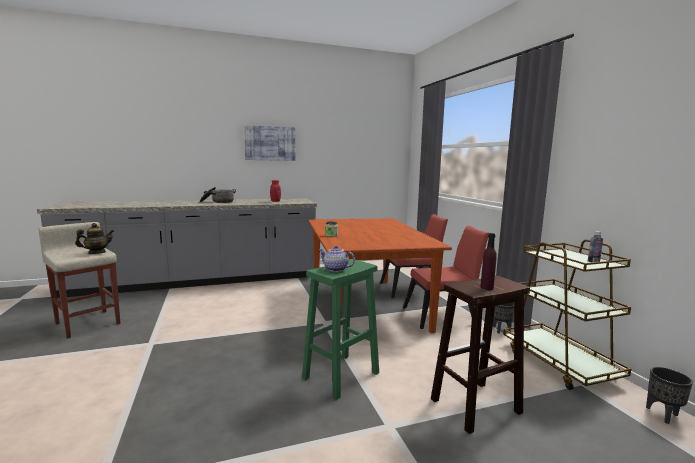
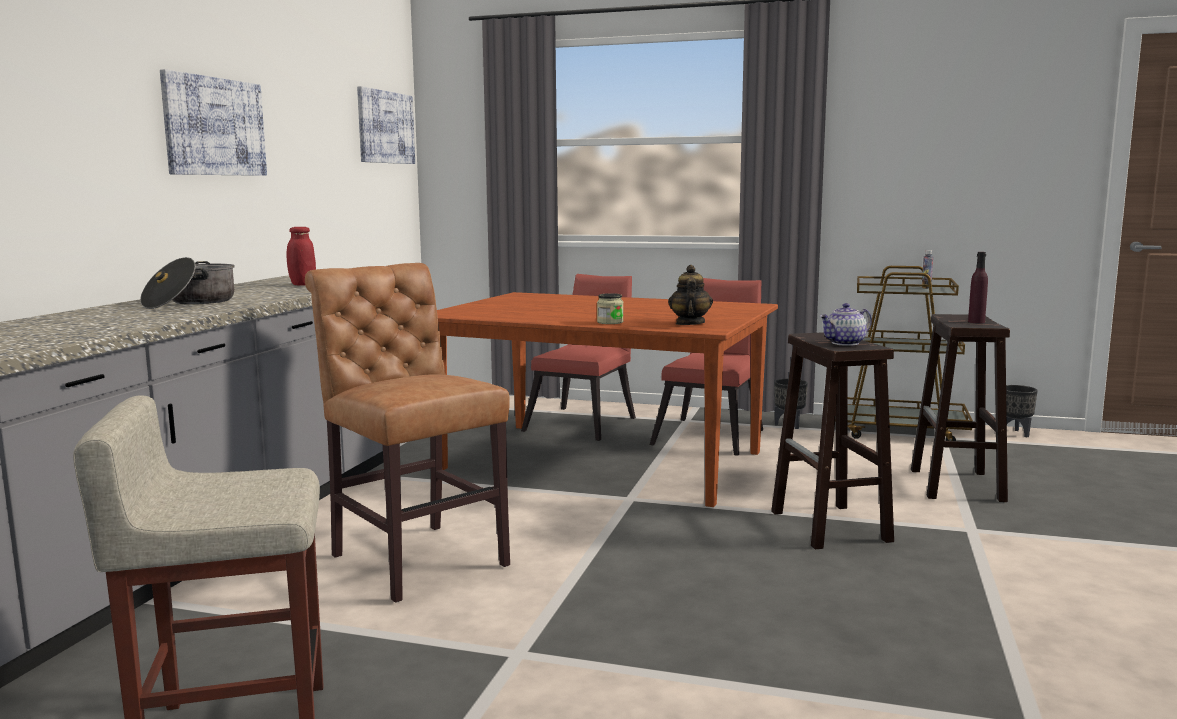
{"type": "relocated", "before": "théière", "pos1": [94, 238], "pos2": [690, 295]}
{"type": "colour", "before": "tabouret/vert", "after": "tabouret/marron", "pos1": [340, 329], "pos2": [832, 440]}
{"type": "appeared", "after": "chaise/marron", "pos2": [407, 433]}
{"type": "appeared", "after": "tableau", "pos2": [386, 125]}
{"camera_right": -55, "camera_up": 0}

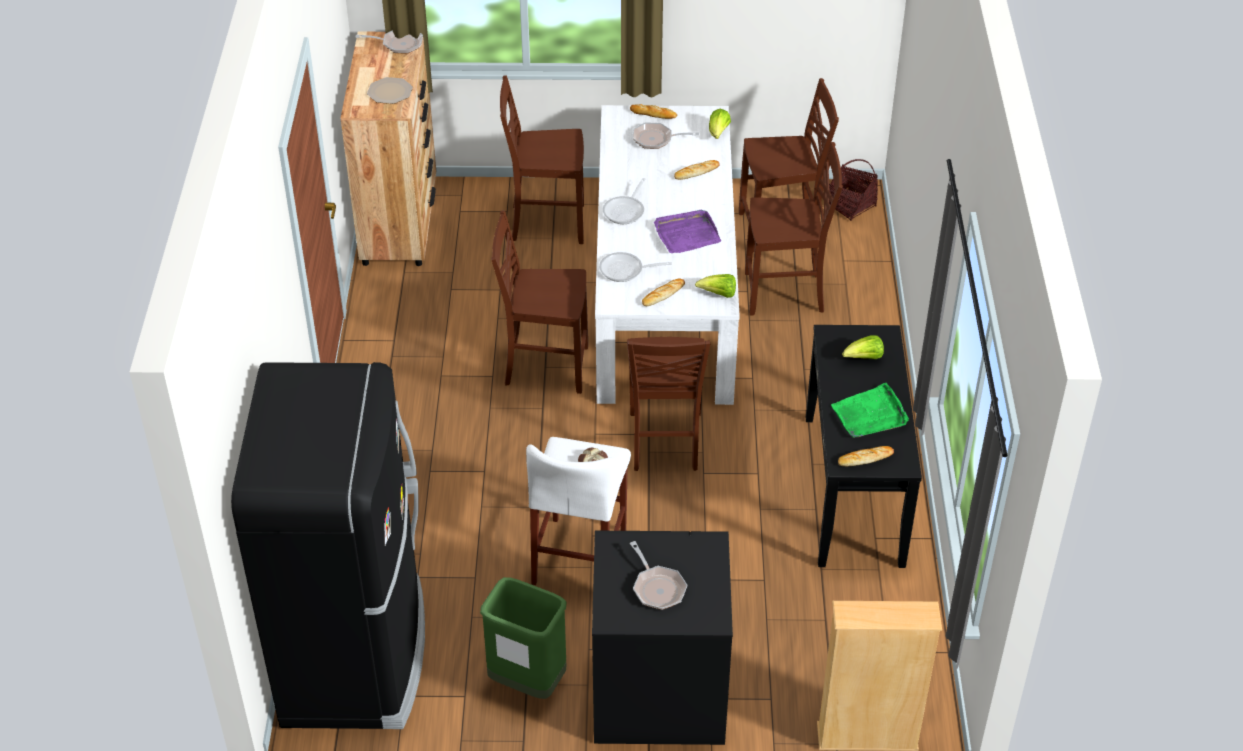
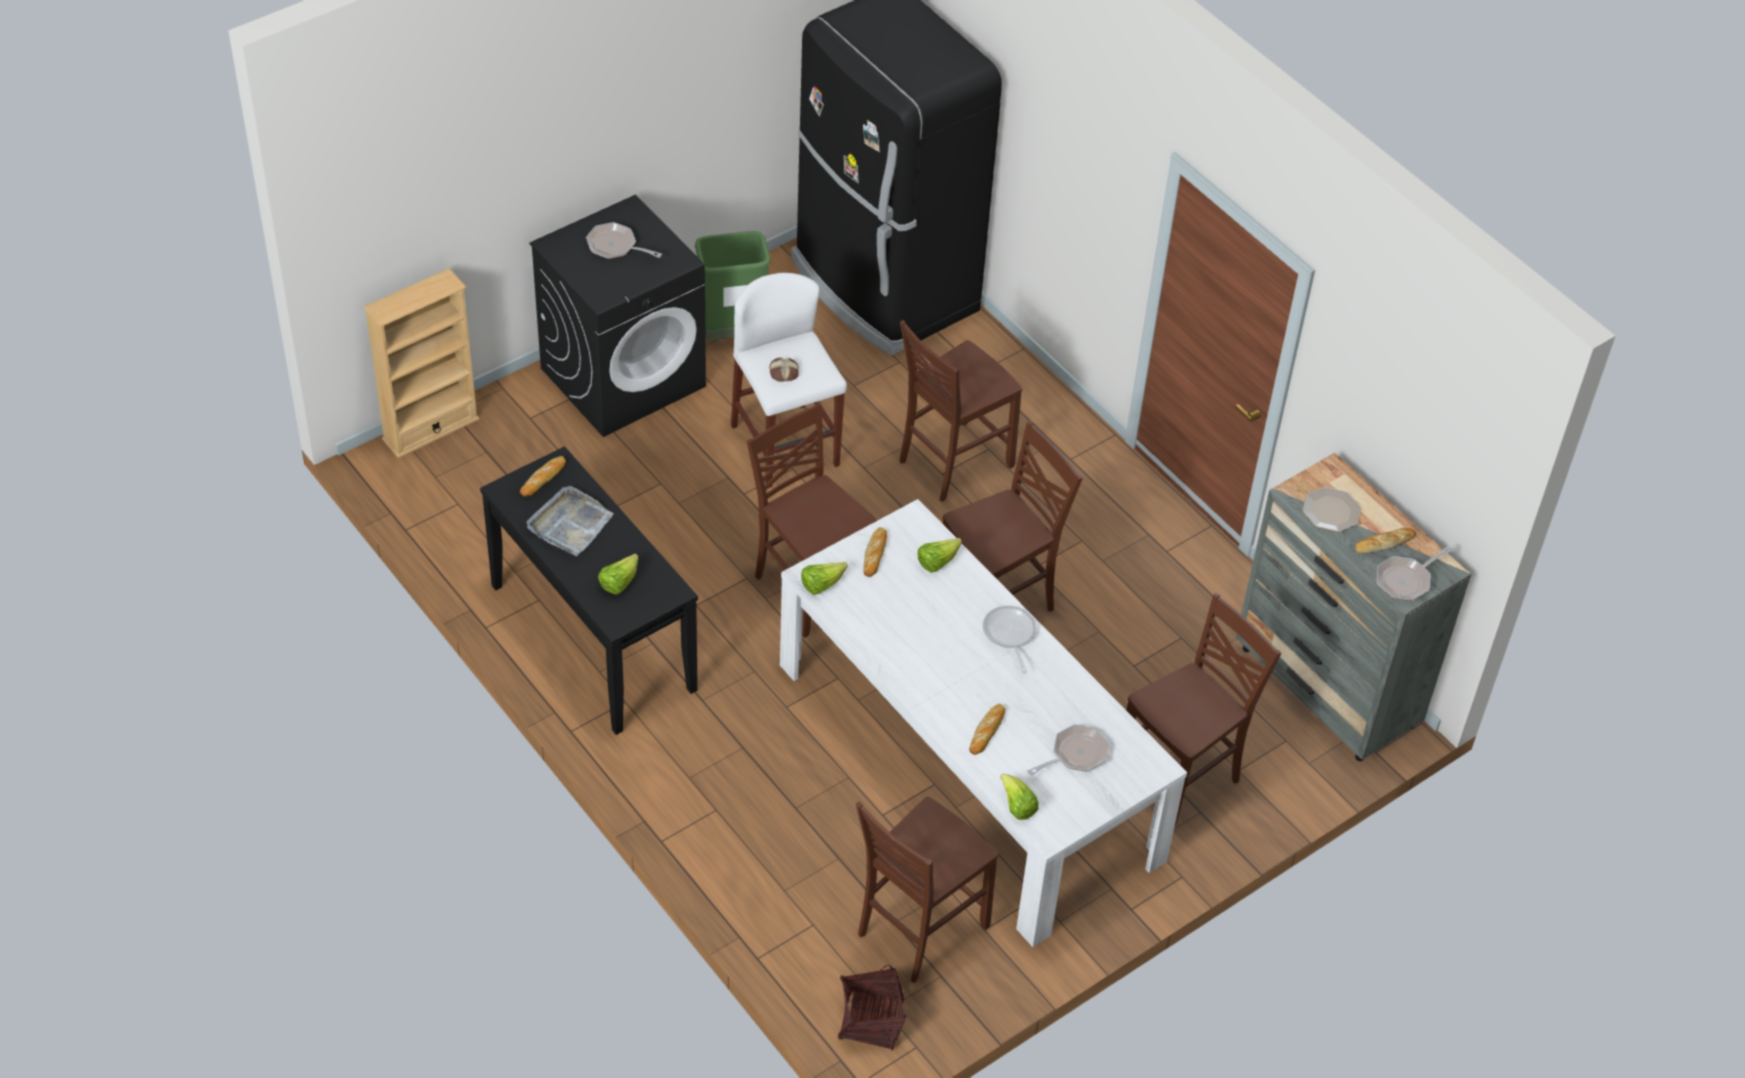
{"type": "colour", "before": "commode/marron", "after": "commode/gris", "pos1": [388, 149], "pos2": [1353, 607]}
{"type": "exchanged", "before": "poêle", "after": "laitue", "pos1": [635, 267], "pos2": [939, 555]}
{"type": "relocated", "before": "pain", "pos1": [653, 111], "pos2": [1385, 541]}
{"type": "missing", "before": "plateau/violet", "pos1": [687, 231]}
{"type": "relocated", "before": "chaise/marron", "pos1": [794, 229], "pos2": [960, 411]}
{"type": "colour", "before": "plateau/vert", "after": "plateau/gris", "pos1": [870, 410], "pos2": [570, 521]}
{"camera_right": 140, "camera_up": 5}

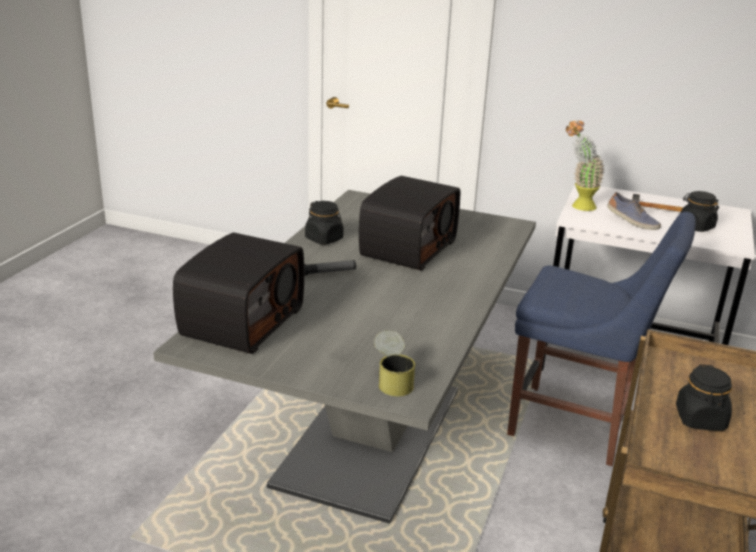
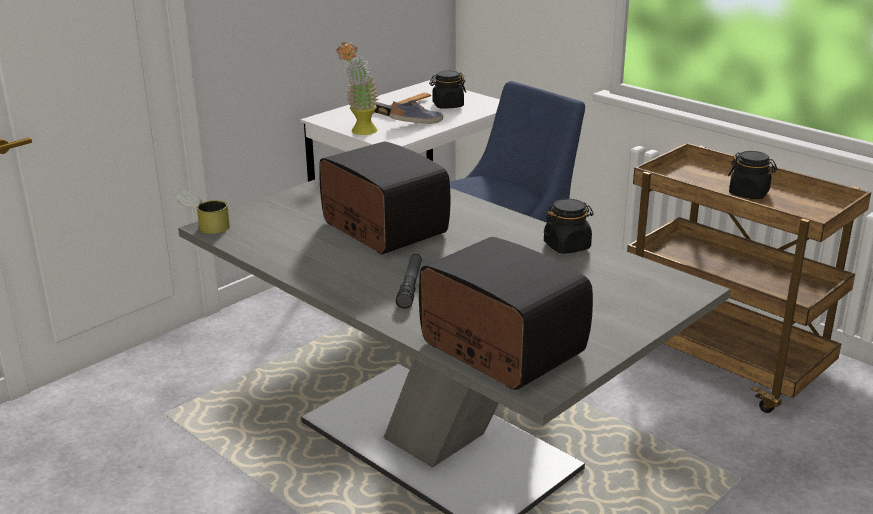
{"type": "relocated", "before": "bocal/noir", "pos1": [324, 223], "pos2": [569, 226]}
{"type": "relocated", "before": "boîte métallique", "pos1": [394, 363], "pos2": [203, 212]}
{"camera_right": -65, "camera_up": 0}

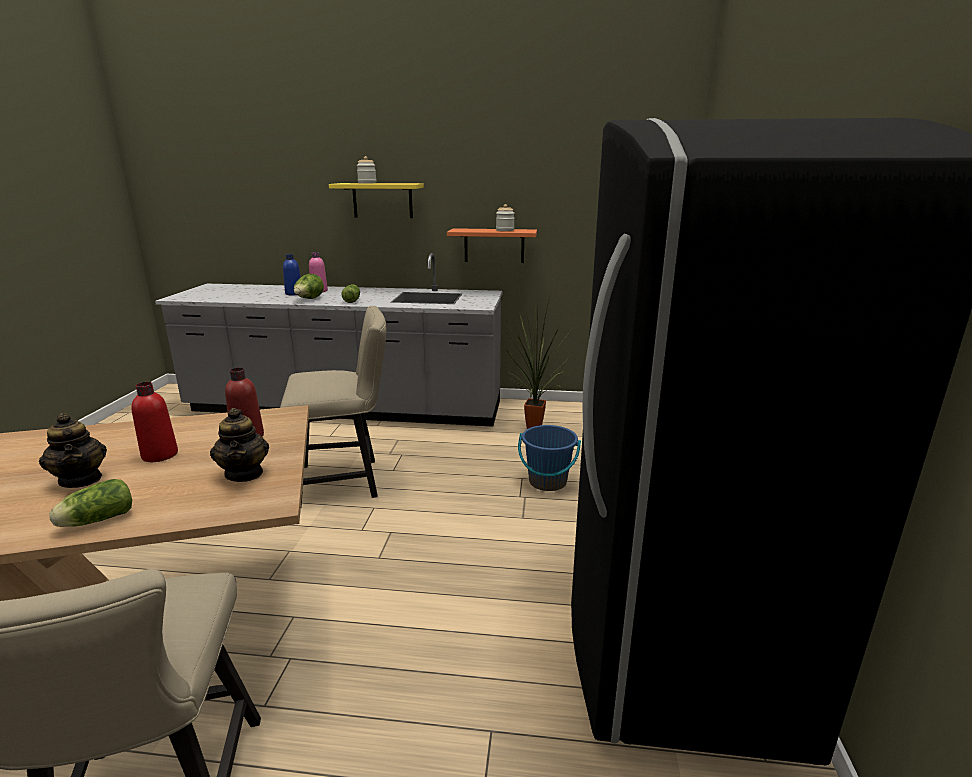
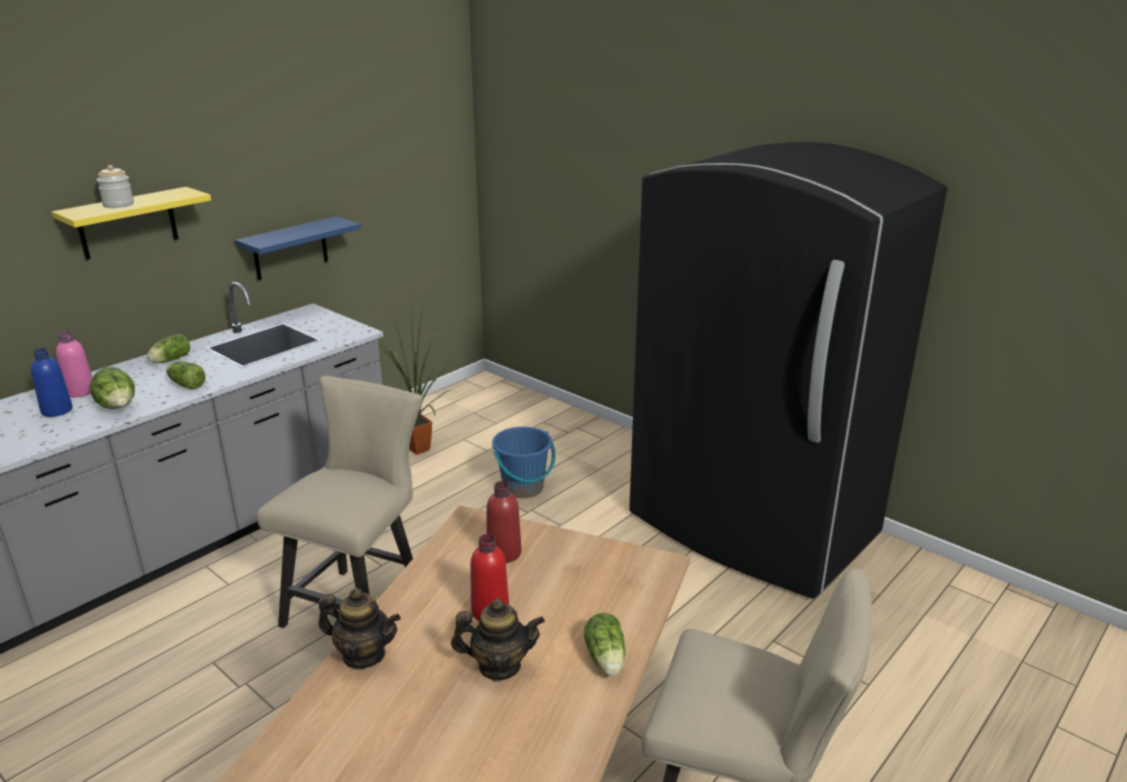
{"type": "relocated", "before": "théière", "pos1": [239, 445], "pos2": [359, 628]}
{"type": "colour", "before": "étagère/orange", "after": "étagère/bleu", "pos1": [492, 245], "pos2": [298, 248]}
{"type": "missing", "before": "bocal", "pos1": [505, 217]}
{"type": "appeared", "after": "laitue", "pos2": [168, 348]}
{"camera_right": -55, "camera_up": 5}

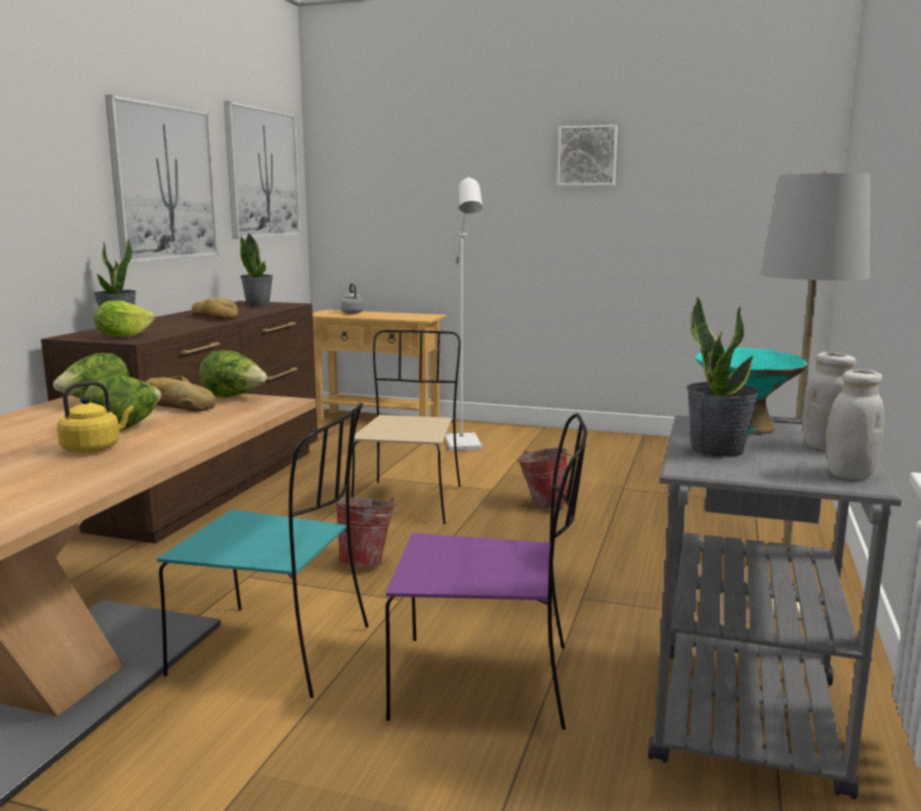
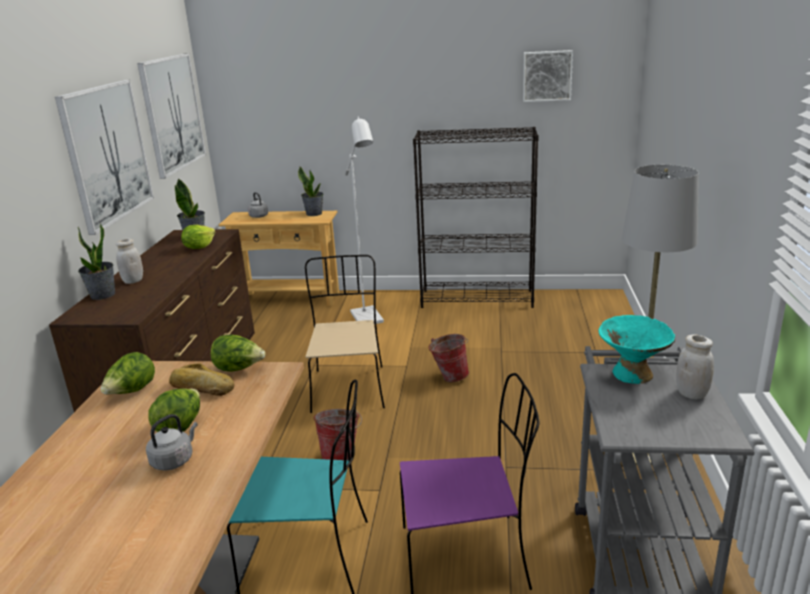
{"type": "colour", "before": "bouilloire/jaune", "after": "bouilloire/gris", "pos1": [95, 417], "pos2": [172, 442]}
{"type": "relocated", "before": "laitue", "pos1": [124, 319], "pos2": [198, 237]}
{"type": "missing", "before": "pain", "pos1": [214, 309]}
{"type": "relocated", "before": "tableau", "pos1": [587, 155], "pos2": [548, 76]}
{"type": "relocated", "before": "plante en pot", "pos1": [722, 376], "pos2": [310, 191]}
{"type": "relocated", "before": "bocal/blanc", "pos1": [855, 424], "pos2": [129, 261]}
{"type": "appeared", "after": "bibliothèque/noir", "pos2": [476, 217]}
{"camera_right": -10, "camera_up": 10}

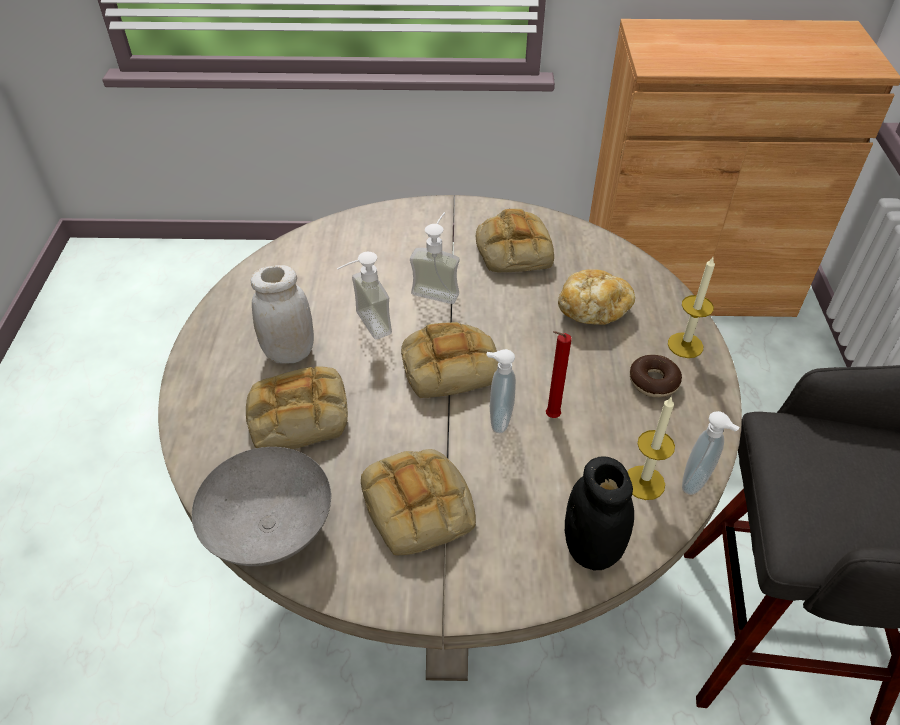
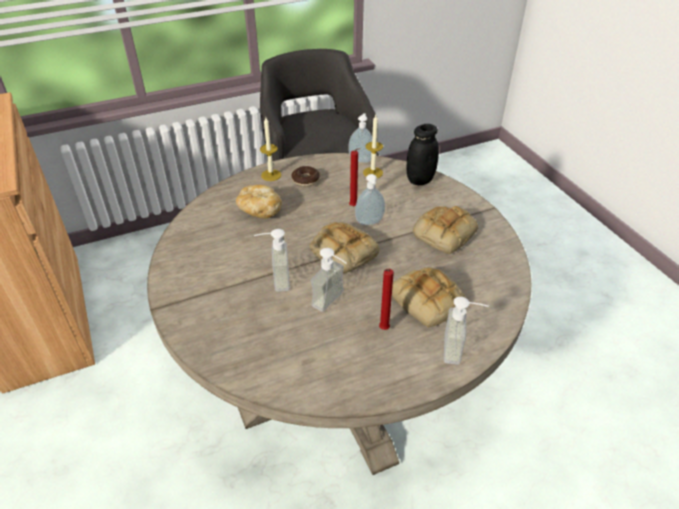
{"type": "missing", "before": "bol/gris", "pos1": [261, 506]}
{"type": "exchanged", "before": "bocal/blanc", "after": "bougie/rouge", "pos1": [282, 314], "pos2": [386, 299]}
{"type": "missing", "before": "pain", "pos1": [515, 240]}
{"type": "appeared", "after": "distributeur de savon", "pos2": [466, 331]}
{"camera_right": -115, "camera_up": -5}

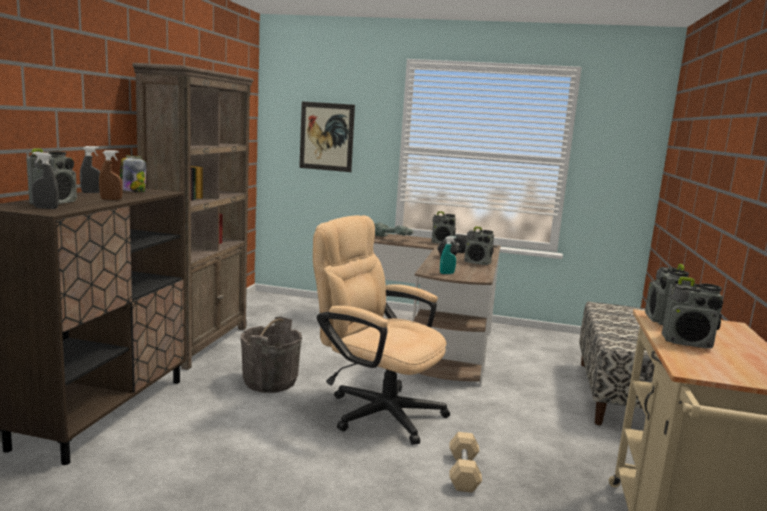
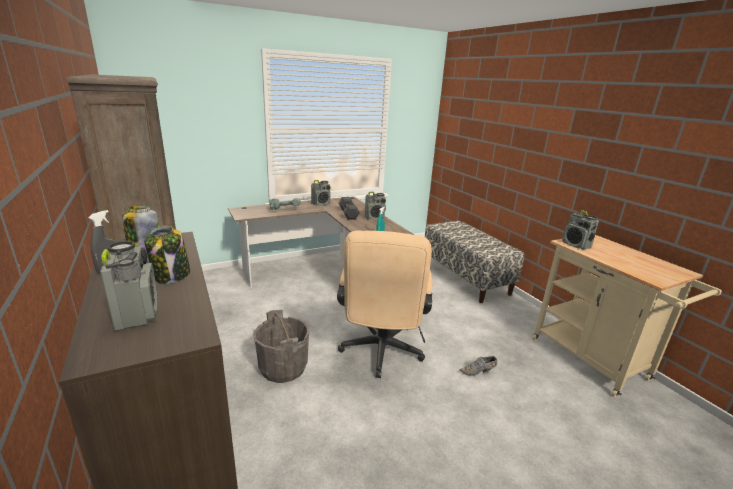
{"type": "missing", "before": "vaporisateur/gris", "pos1": [45, 180]}
{"type": "exchanged", "before": "vaporisateur/marron", "after": "bocal", "pos1": [111, 175], "pos2": [167, 255]}
{"type": "missing", "before": "tableau", "pos1": [327, 136]}
{"type": "spun", "before": "chaise de bureau/beige", "pos1": [381, 330], "pos2": [384, 304], "turn": -75}
{"type": "exchanged", "before": "haltère/beige", "after": "chaussure/gris", "pos1": [465, 462], "pos2": [478, 366]}
{"type": "missing", "before": "radio", "pos1": [692, 312]}
{"camera_right": -40, "camera_up": 10}

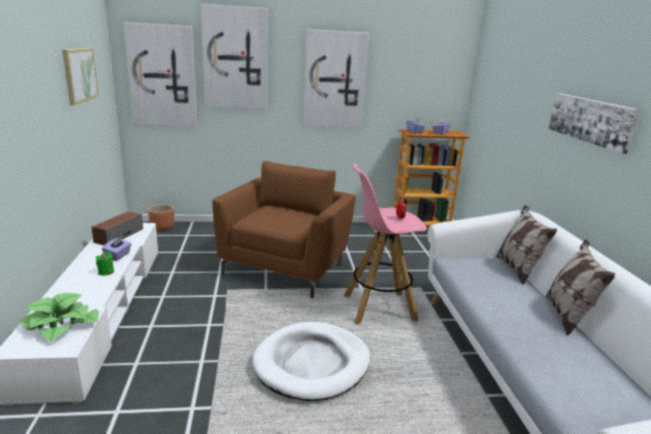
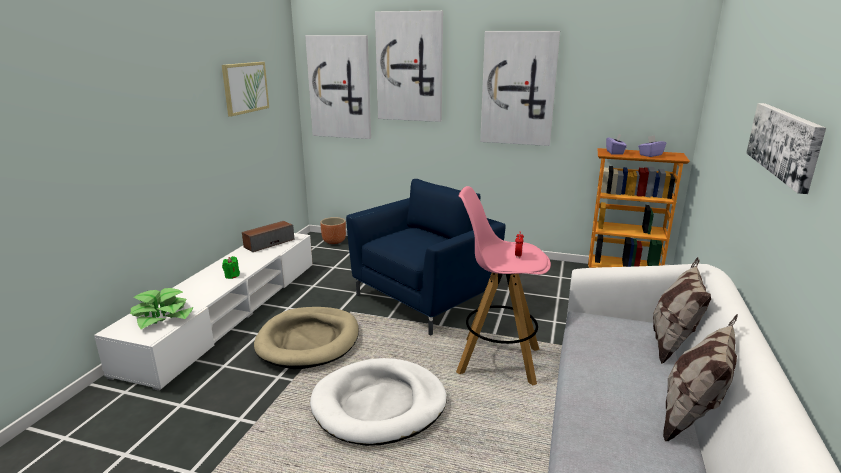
{"type": "missing", "before": "boîte à mouchoirs/violet", "pos1": [116, 249]}
{"type": "colour", "before": "fauteuil/marron", "after": "fauteuil/bleu", "pos1": [283, 229], "pos2": [426, 257]}
{"type": "appeared", "after": "panier pour chien/beige", "pos2": [306, 338]}
{"camera_right": 25, "camera_up": 0}

